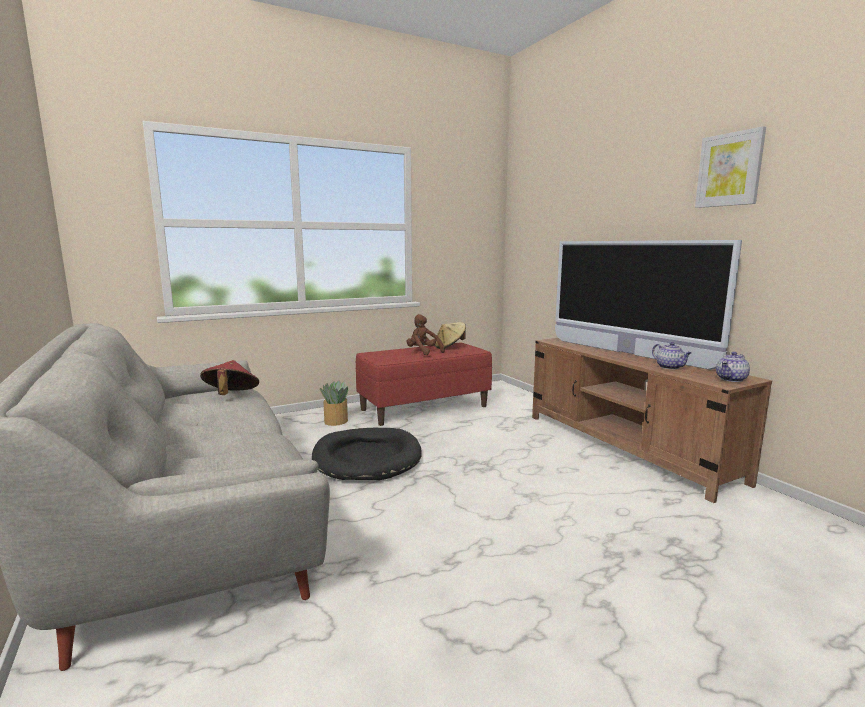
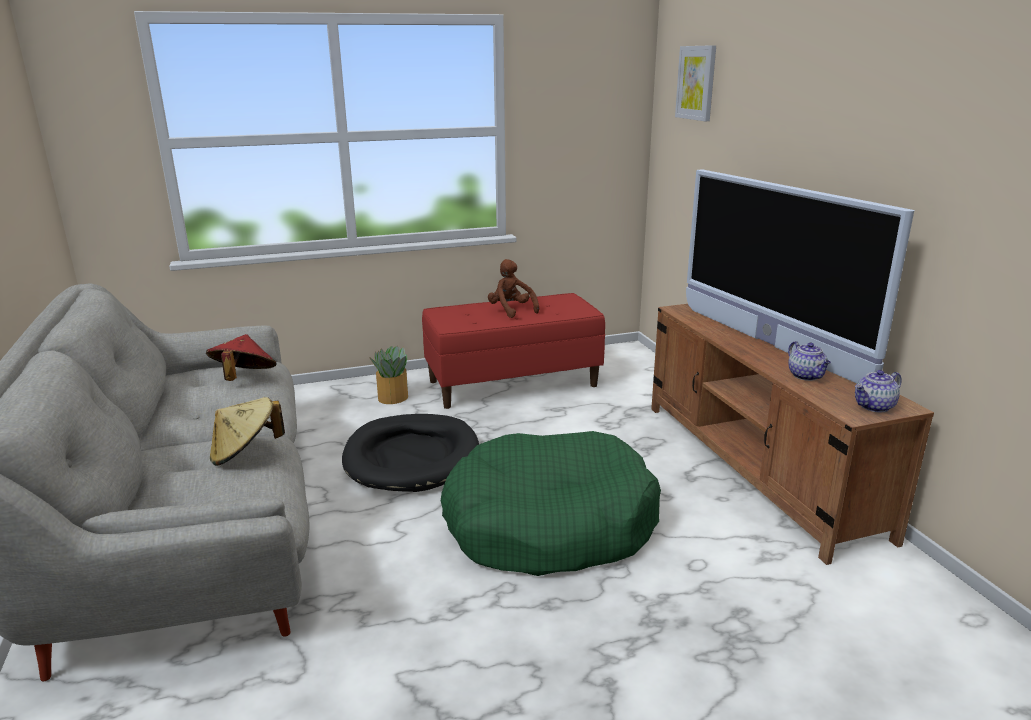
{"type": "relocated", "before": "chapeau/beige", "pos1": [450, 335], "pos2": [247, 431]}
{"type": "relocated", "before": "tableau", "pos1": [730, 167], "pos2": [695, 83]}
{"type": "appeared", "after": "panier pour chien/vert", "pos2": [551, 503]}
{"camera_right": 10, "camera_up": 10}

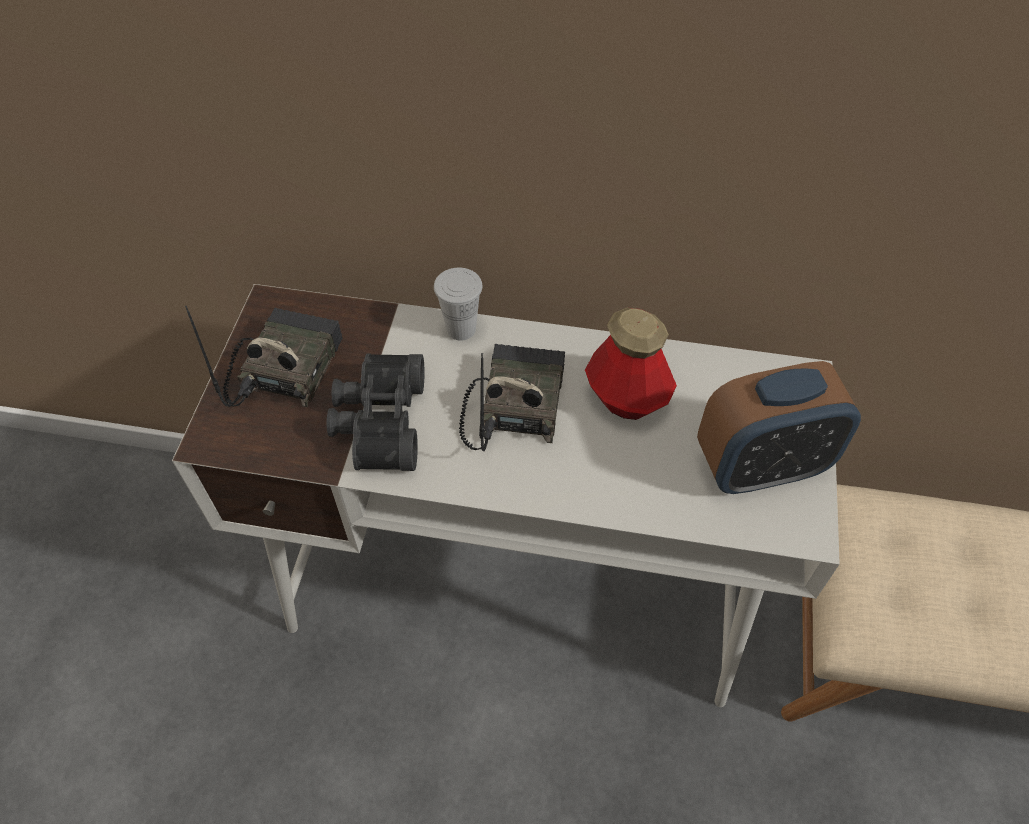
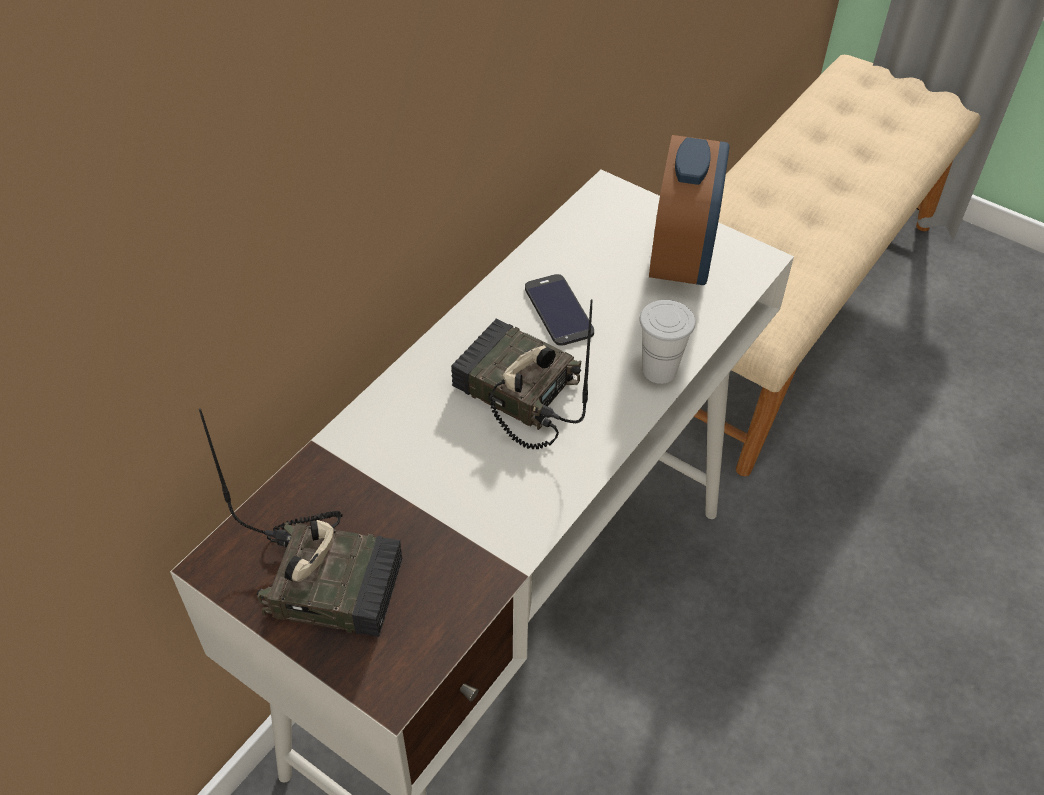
{"type": "spun", "before": "radio", "pos1": [264, 357], "pos2": [300, 522], "turn": 150}
{"type": "missing", "before": "jumelles/noir", "pos1": [375, 412]}
{"type": "relocated", "before": "tasse/blanc", "pos1": [458, 304], "pos2": [667, 342]}
{"type": "exchanged", "before": "bouteille", "after": "téléphone", "pos1": [631, 363], "pos2": [559, 310]}
{"camera_right": -65, "camera_up": -5}

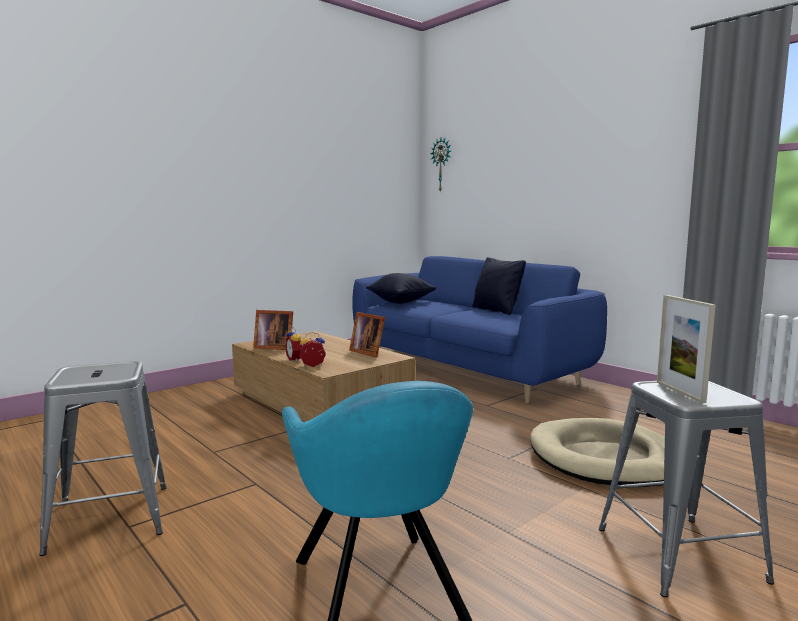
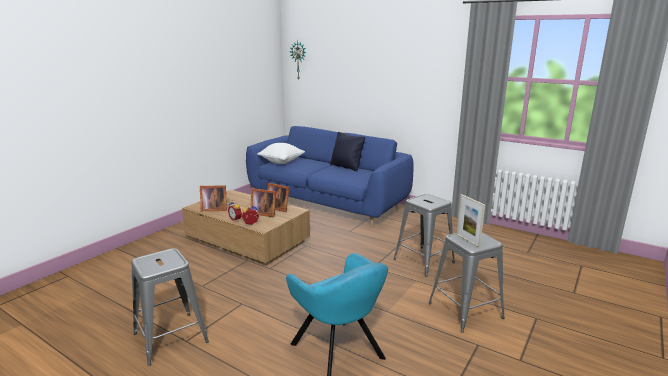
{"type": "colour", "before": "coussin/noir", "after": "coussin/blanc", "pos1": [401, 288], "pos2": [281, 153]}
{"type": "exchanged", "before": "panier pour chien/beige", "after": "tabouret/gris", "pos1": [597, 452], "pos2": [424, 235]}
{"type": "appeared", "after": "cadre photo", "pos2": [263, 202]}
{"camera_right": -15, "camera_up": 10}

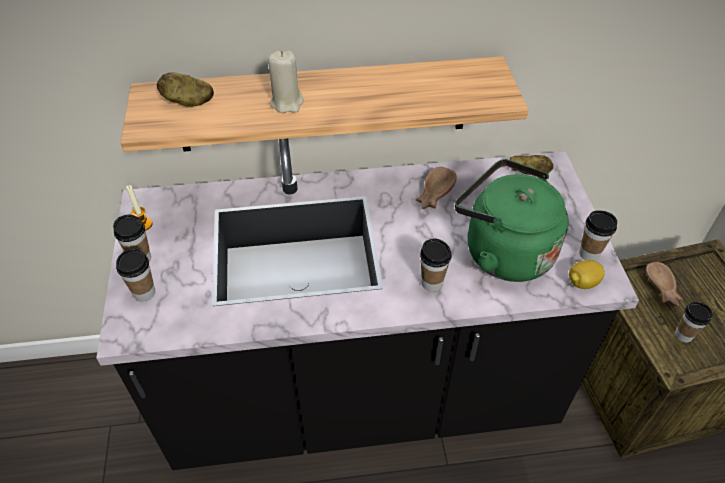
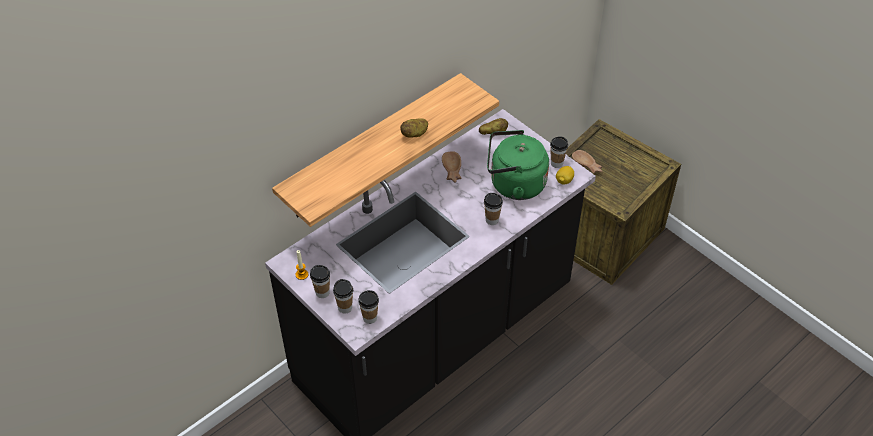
{"type": "relocated", "before": "pomme de terre", "pos1": [185, 89], "pos2": [414, 128]}
{"type": "missing", "before": "bougie/beige", "pos1": [286, 82]}
{"type": "relocated", "before": "tasse", "pos1": [694, 322], "pos2": [368, 307]}
{"camera_right": -35, "camera_up": 0}

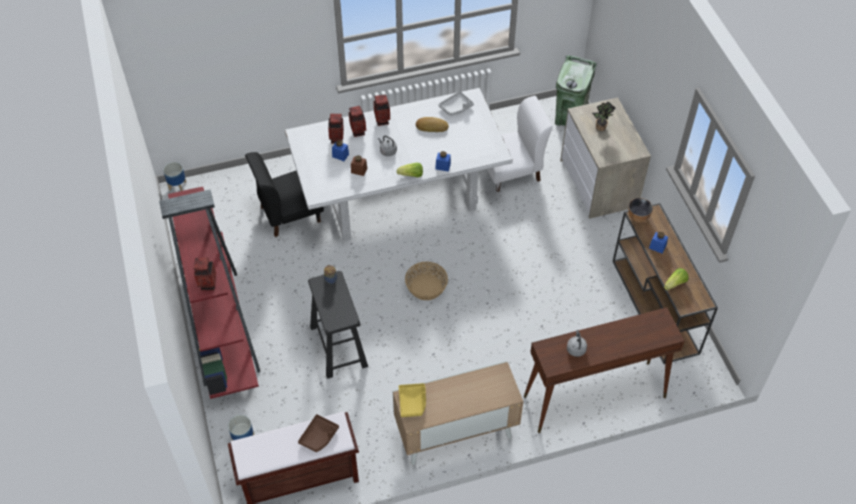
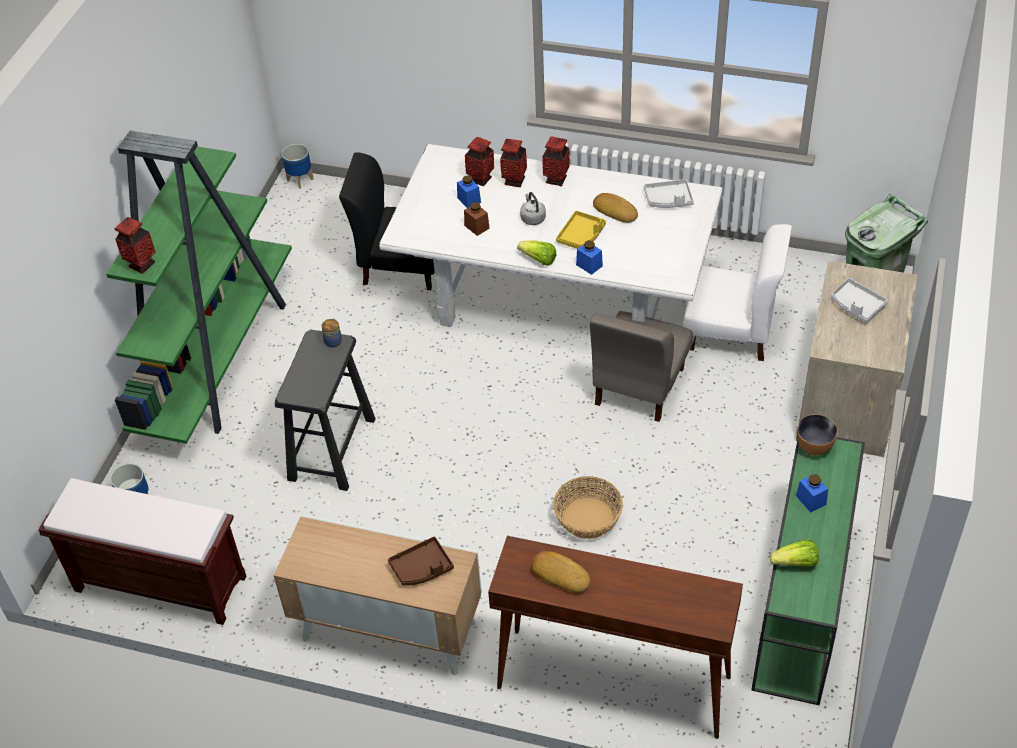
{"type": "colour", "before": "bibliothèque/rouge", "after": "bibliothèque/vert", "pos1": [209, 293], "pos2": [199, 287]}
{"type": "relocated", "before": "plateau/marron", "pos1": [318, 433], "pos2": [421, 561]}
{"type": "relocated", "before": "plateau/jaune", "pos1": [412, 400], "pos2": [581, 230]}
{"type": "relocated", "before": "panier", "pos1": [426, 281], "pos2": [588, 507]}
{"type": "exchanged", "before": "bouilloire/gris", "after": "pain", "pos1": [577, 343], "pos2": [560, 572]}
{"type": "exchanged", "before": "plante en pot", "after": "plateau/gris", "pos1": [603, 116], "pos2": [859, 300]}
{"type": "colour", "before": "table console/marron", "after": "table console/vert", "pos1": [665, 283], "pos2": [808, 571]}
{"type": "appeared", "after": "chaise/gris", "pos2": [641, 366]}
{"camera_right": 35, "camera_up": -5}

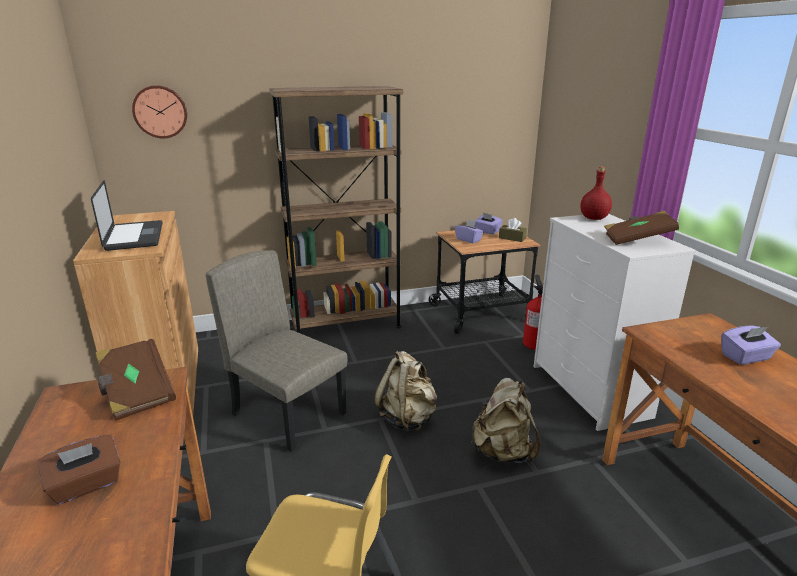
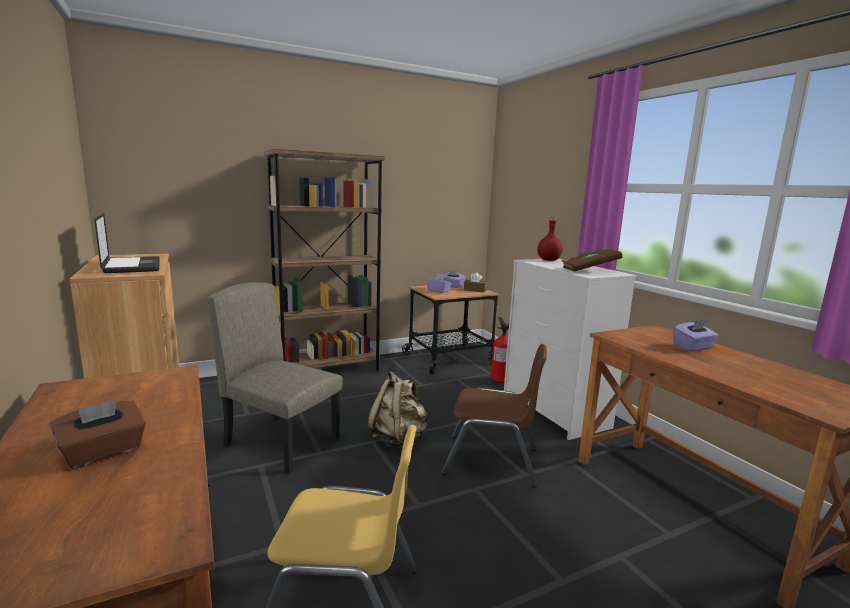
{"type": "missing", "before": "livre/marron", "pos1": [135, 380]}
{"type": "missing", "before": "horloge murale", "pos1": [159, 111]}
{"type": "exchanged", "before": "sac à dos/beige", "after": "chaise/marron", "pos1": [505, 421], "pos2": [494, 415]}
{"camera_right": -10, "camera_up": -10}

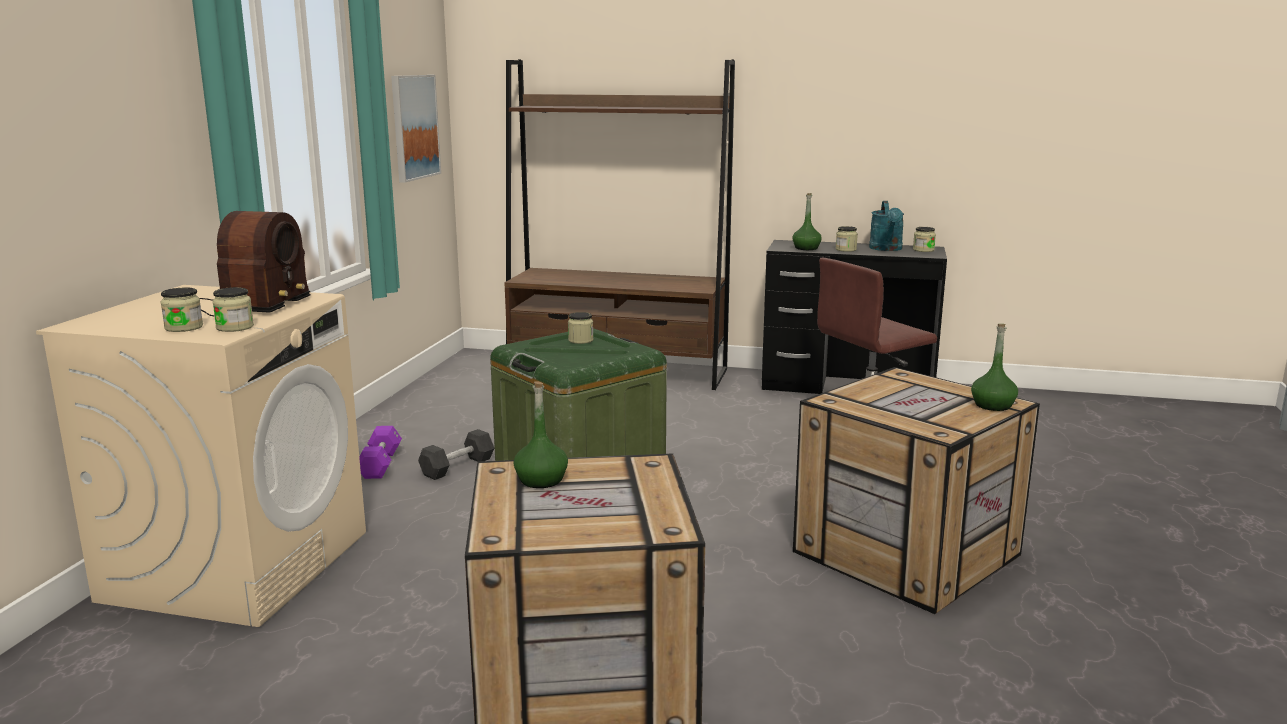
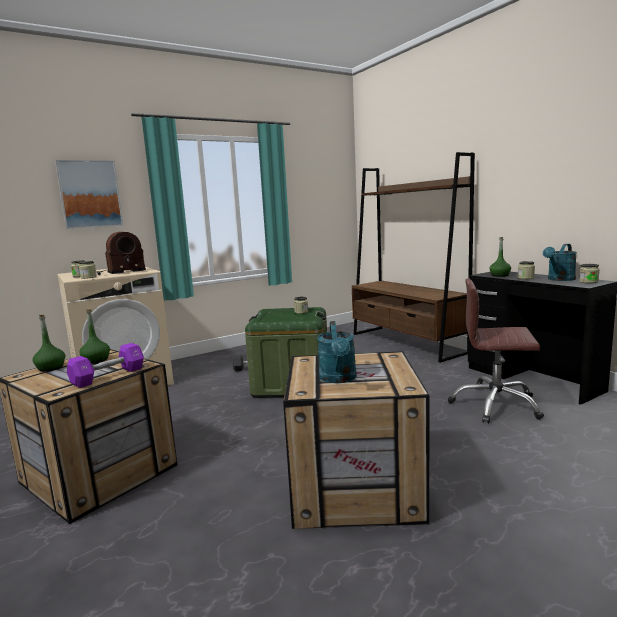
{"type": "relocated", "before": "haltère/violet", "pos1": [380, 452], "pos2": [105, 365]}
{"type": "relocated", "before": "tableau", "pos1": [416, 129], "pos2": [89, 194]}
{"type": "relocated", "before": "bouteille/vert", "pos1": [994, 367], "pos2": [48, 342]}
{"type": "appeared", "after": "arrosoir/turquoise", "pos2": [337, 352]}
{"camera_right": 45, "camera_up": -5}

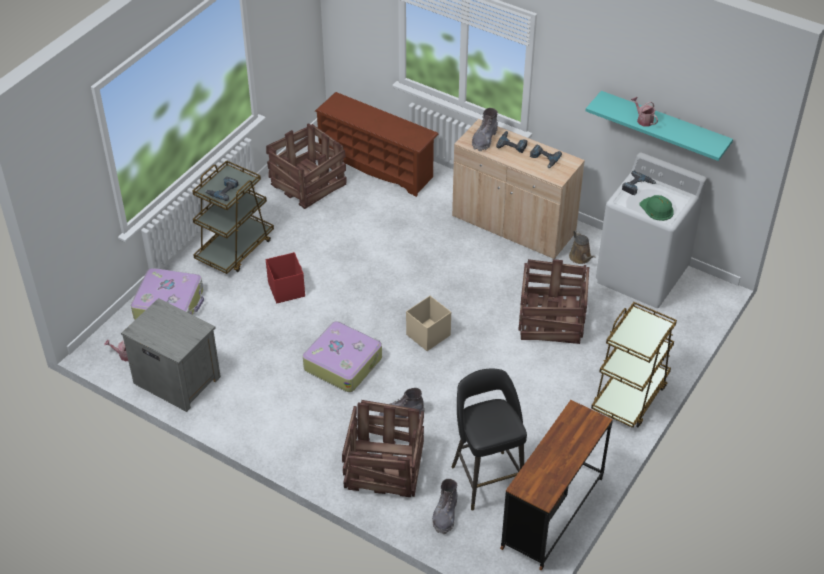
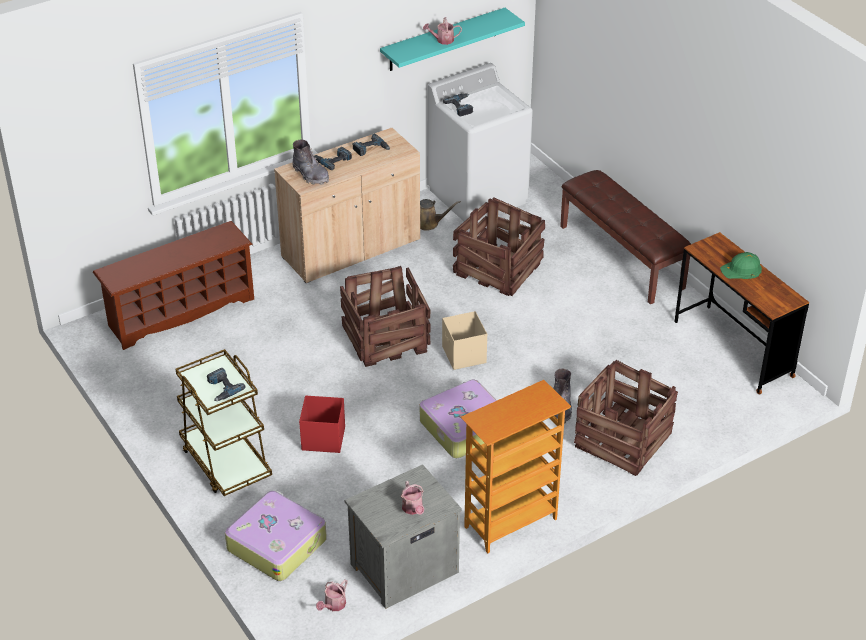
{"type": "relocated", "before": "caisse", "pos1": [306, 166], "pos2": [385, 316]}
{"type": "missing", "before": "botte/gris", "pos1": [444, 506]}
{"type": "missing", "before": "tabouret/noir", "pos1": [489, 440]}
{"type": "exchanged", "before": "chariot/marron", "after": "banc/marron", "pos1": [634, 365], "pos2": [625, 237]}
{"type": "relocated", "before": "casque de chantier/vert", "pos1": [656, 208], "pos2": [741, 265]}
{"type": "appeared", "after": "arrosoir", "pos2": [412, 498]}
{"type": "appeared", "after": "bibliothèque", "pos2": [516, 466]}
{"camera_right": -65, "camera_up": -5}

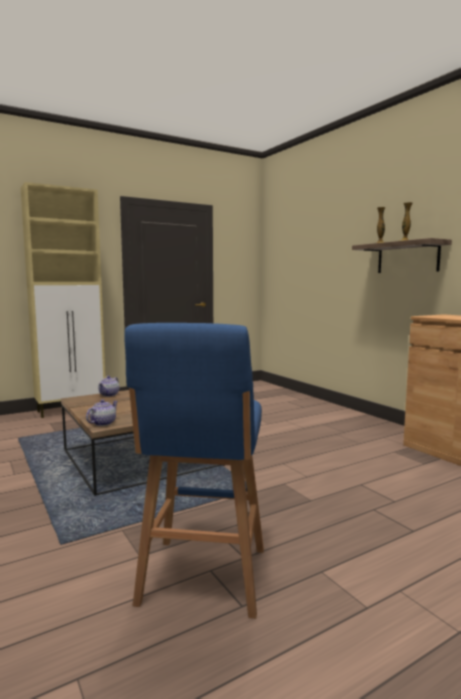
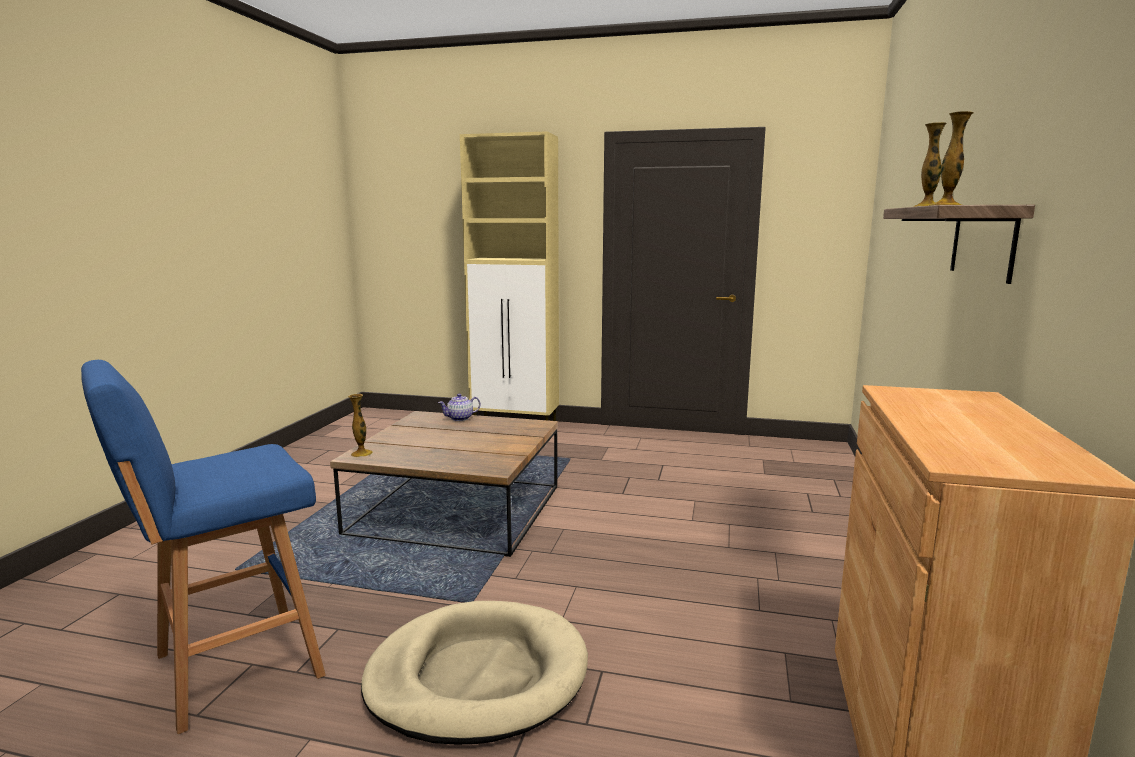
{"type": "exchanged", "before": "théière", "after": "vase", "pos1": [102, 412], "pos2": [360, 425]}
{"type": "appeared", "after": "panier pour chien/beige", "pos2": [474, 673]}
{"camera_right": 45, "camera_up": 5}

